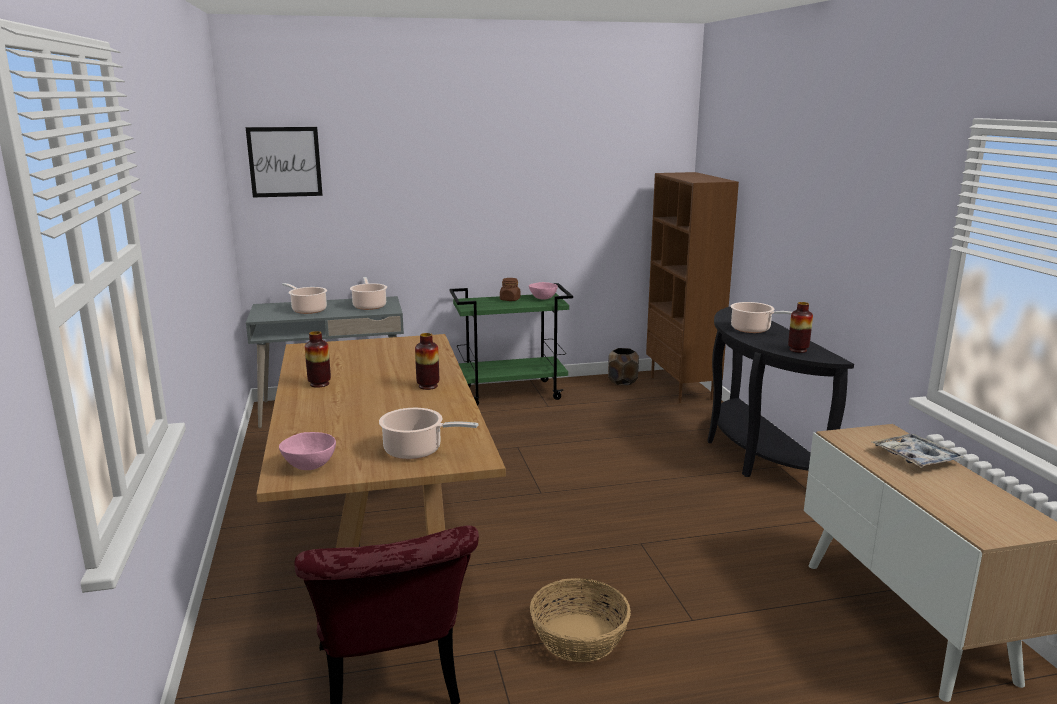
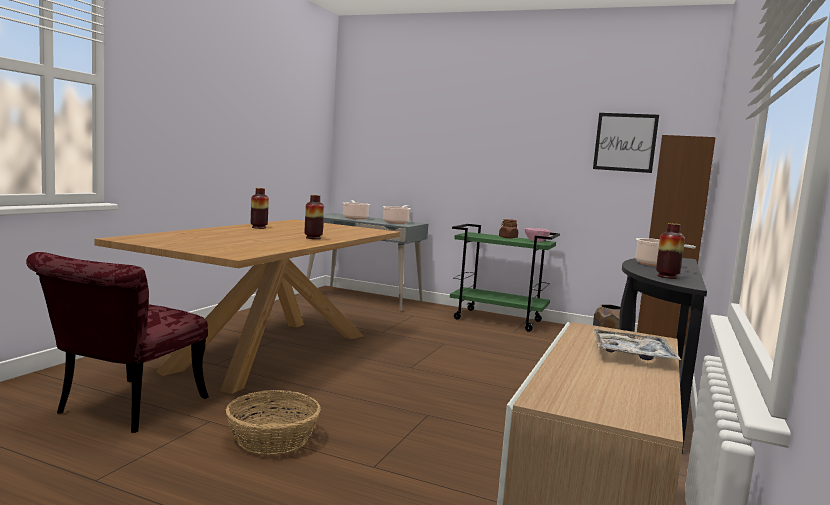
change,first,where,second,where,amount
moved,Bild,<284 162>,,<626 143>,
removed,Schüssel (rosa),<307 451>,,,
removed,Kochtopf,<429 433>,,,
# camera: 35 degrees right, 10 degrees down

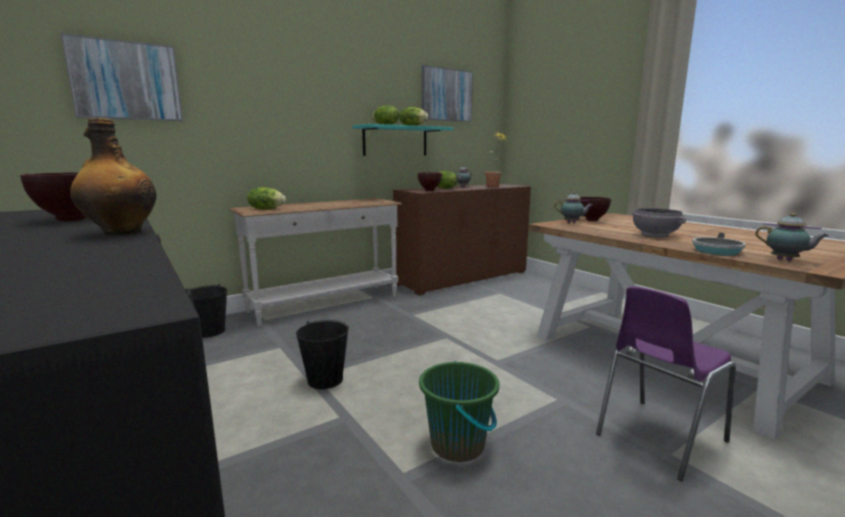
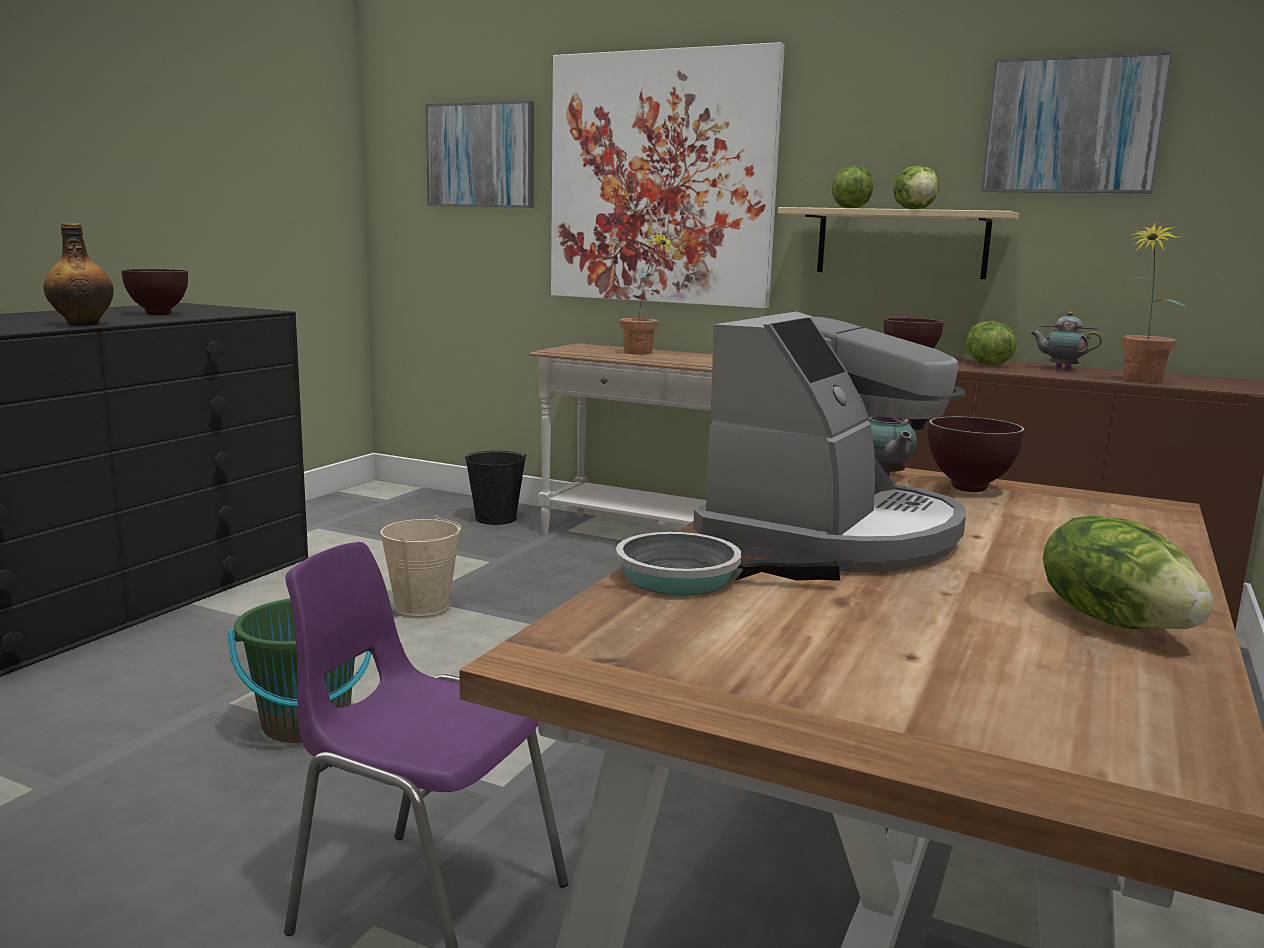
change,first,where,second,where,amount
moved,Salatkopf,<266 198>,,<1128 573>,
recoloured,Eimer (schwarz),<322 354>,Eimer (beige),<420 566>,
recoloured,Wandregal (türkis),<402 140>,Wandregal (beige),<898 243>,
replaced,Schüssel (grau),<659 223>,Kaffeemaschine,<829 441>,
removed,Teekanne,<792 237>,,,
added,,,Bild,<668 175>,
added,,,Topfpflanze,<648 293>,
# camera: 60 degrees right, 0 degrees up

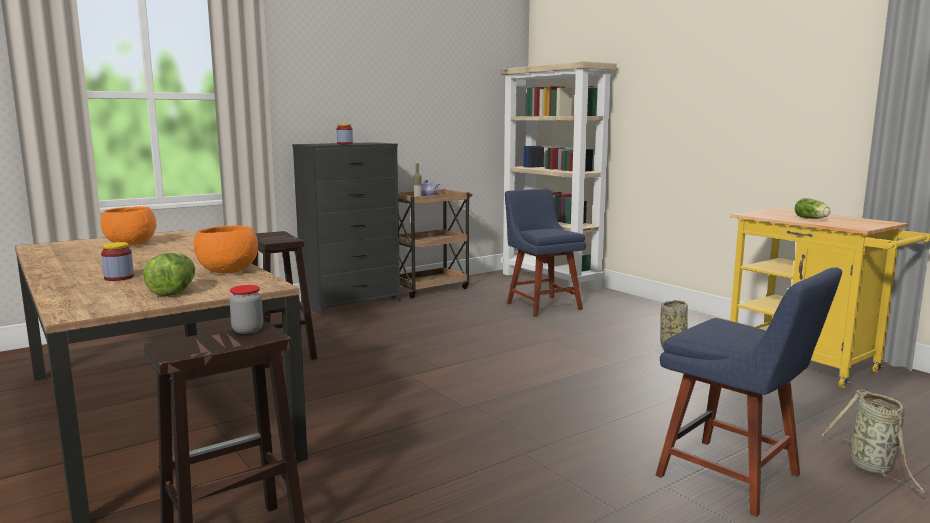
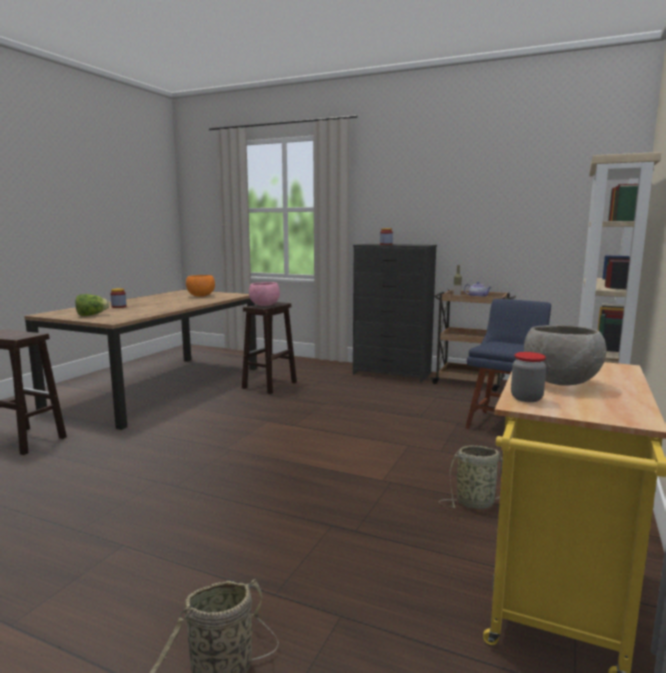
change,first,where,second,where,amount
removed,Schüssel (orange),<226 249>,,,
moved,Vorratsglas,<246 309>,,<528 377>,
removed,Stuhl (blau),<748 392>,,,
replaced,Salatkopf,<812 208>,Schüssel (grau),<565 355>,
added,,,Schüssel (rosa),<264 294>,
# camera: 60 degrees right, 0 degrees up

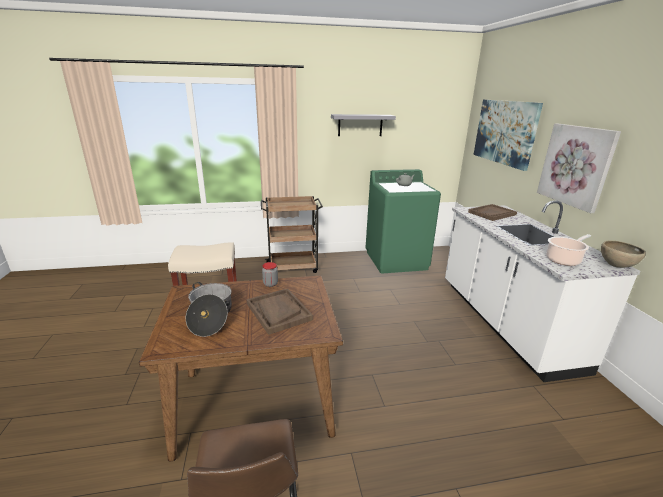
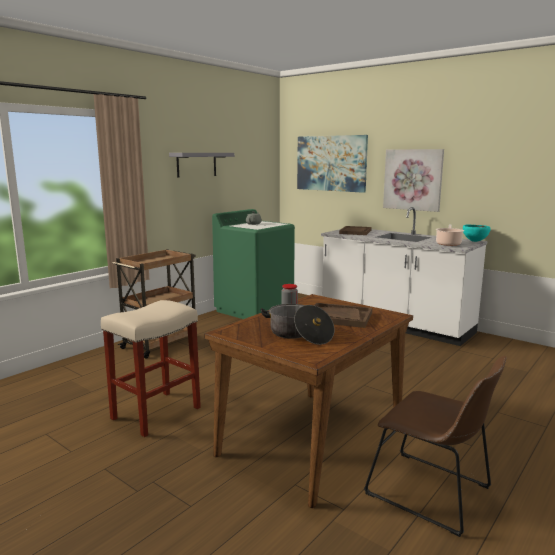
change,first,where,second,where,amount
recoloured,Schüssel (braun),<623 254>,Schüssel (türkis),<477 233>,
# camera: 40 degrees left, 10 degrees down

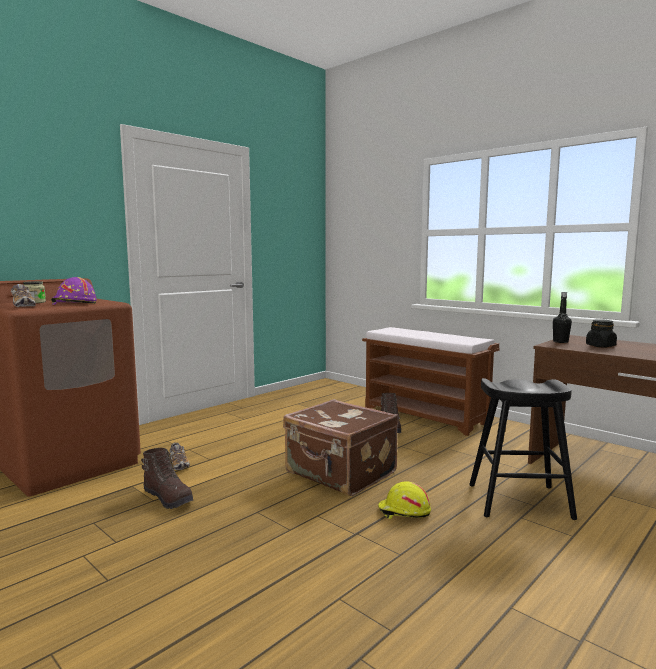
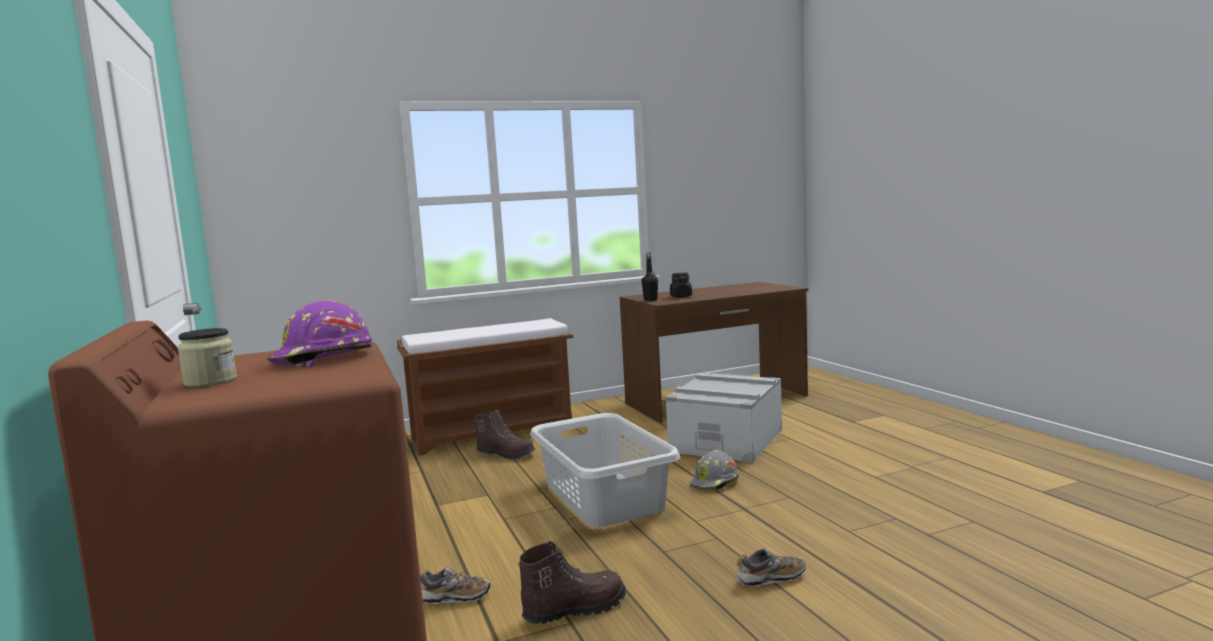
change,first,where,second,where,amount
moved,Schuh,<23 295>,,<771 567>,
replaced,Koffer (braun),<341 447>,Wäschekorb (grau),<605 470>,
recoloured,Schutzhelm (gelb),<404 500>,Schutzhelm (grau),<714 470>,
replaced,Hocker (schwarz),<523 449>,Aufbewahrungsbox (grau),<723 417>,
# camera: 65 degrees left, 0 degrees up

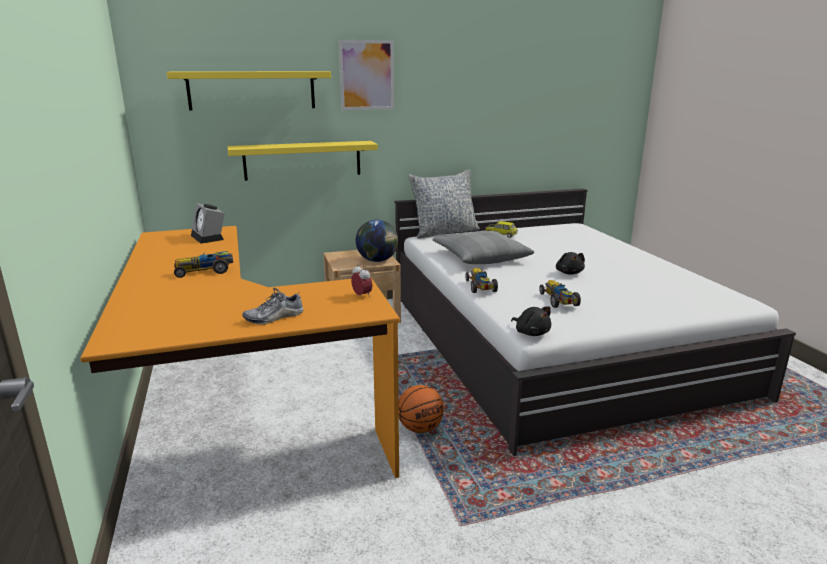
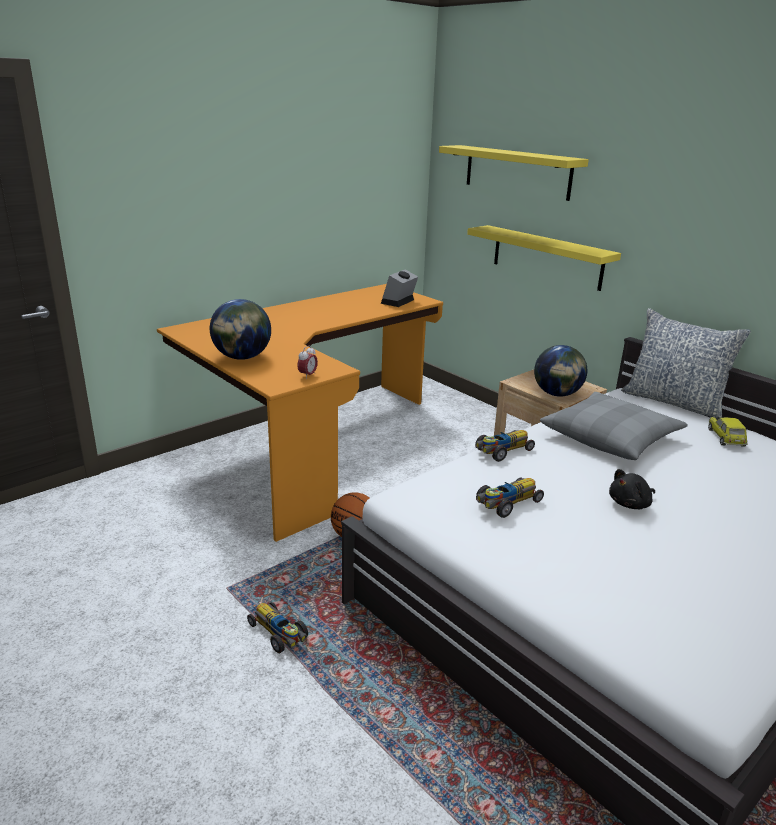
change,first,where,second,where,amount
moved,Spielzeugauto,<203 264>,,<277 627>,
replaced,Schuh,<272 306>,Globus,<240 329>,
removed,Bild,<366 75>,,,
removed,Plüschtier (schwarz),<531 321>,,,
# camera: 65 degrees right, 5 degrees up

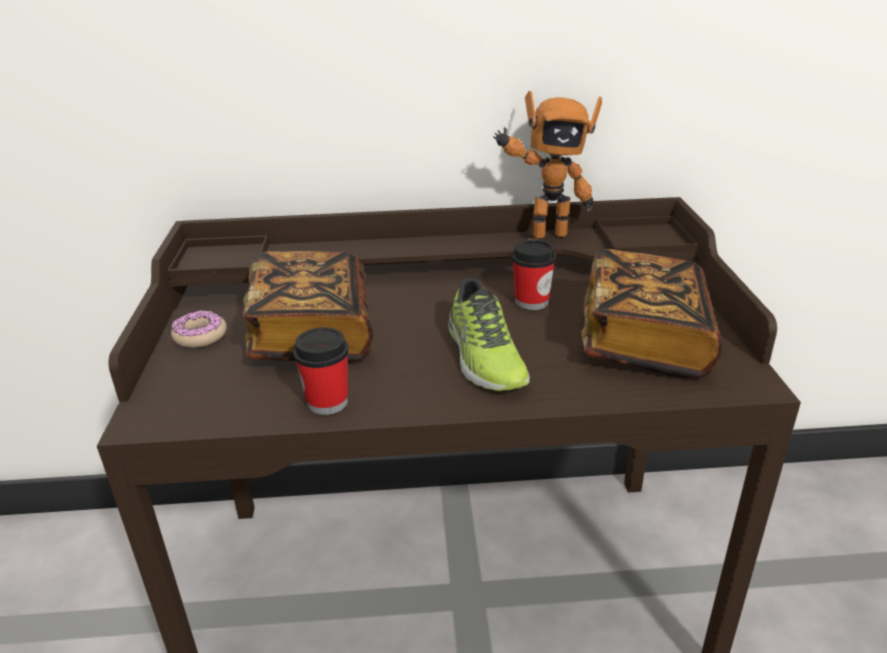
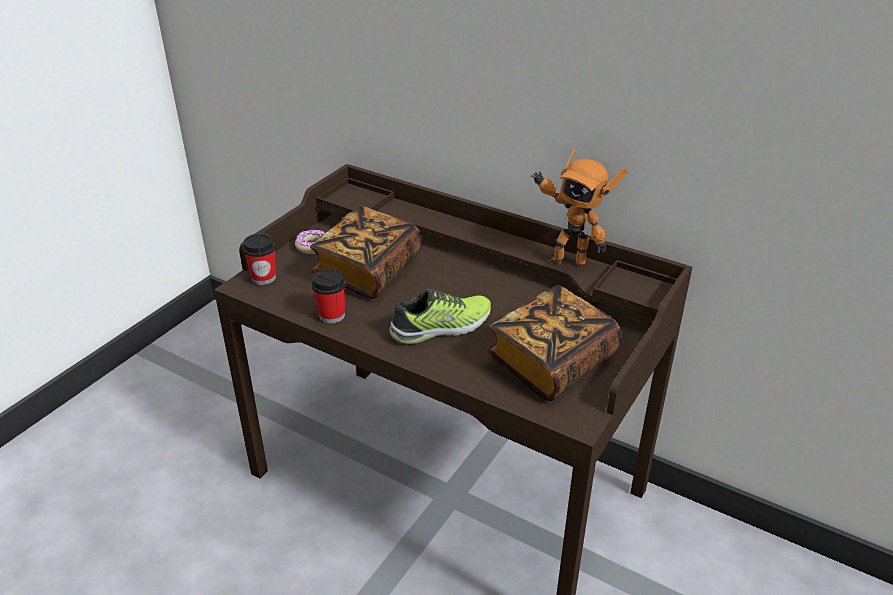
change,first,where,second,where,amount
turned,Schuh,<489 334>,,<440 317>,135 degrees counterclockwise
moved,Tasse,<534 274>,,<259 259>,
# camera: 35 degrees right, 5 degrees up

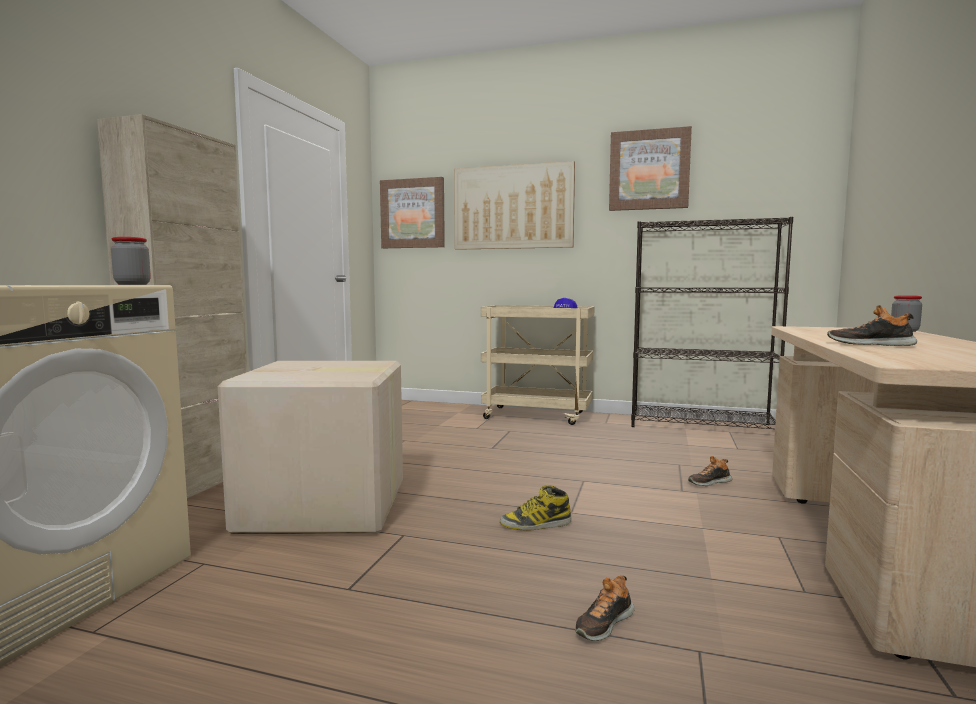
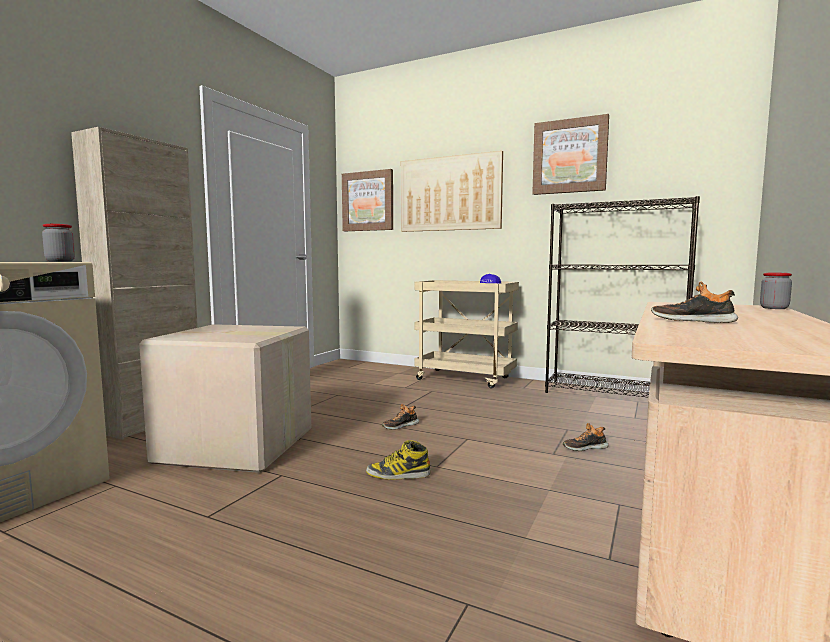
change,first,where,second,where,amount
moved,Schuh,<605 608>,,<400 417>,
# camera: 10 degrees right, 0 degrees up

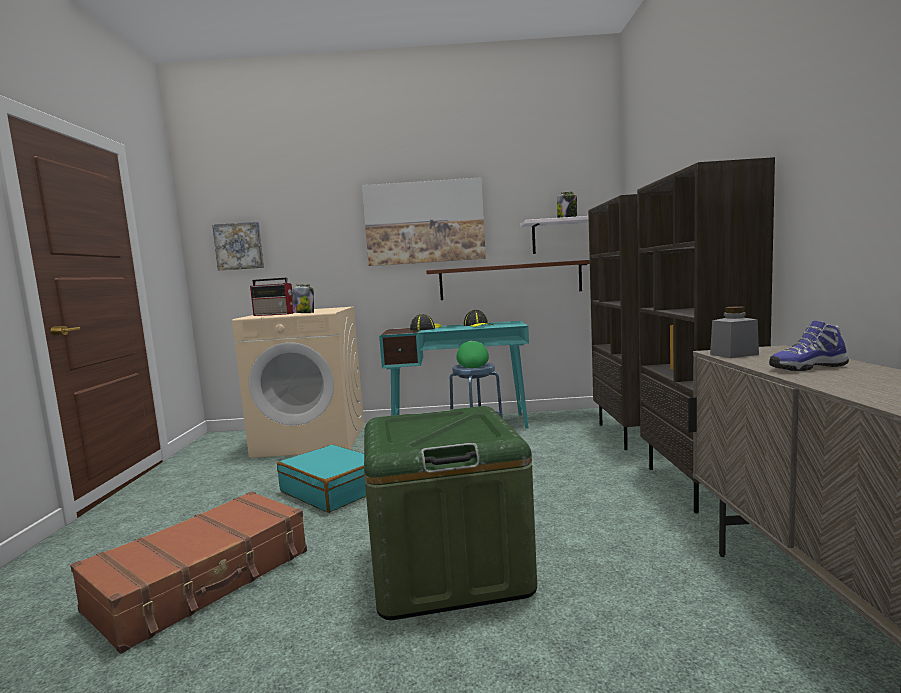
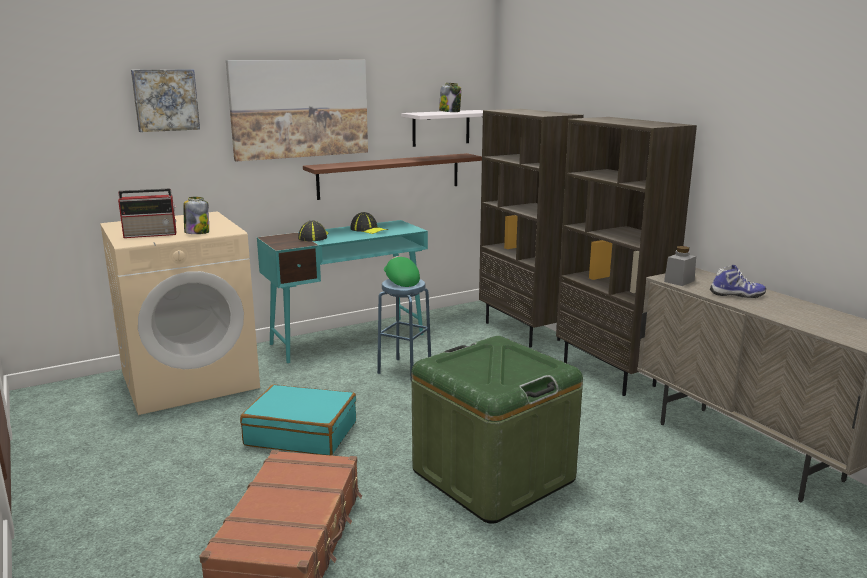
change,first,where,second,where,amount
moved,Bild,<238 246>,,<165 100>,
turned,Schuh,<809 346>,,<738 281>,135 degrees counterclockwise
# camera: 30 degrees left, 10 degrees up

